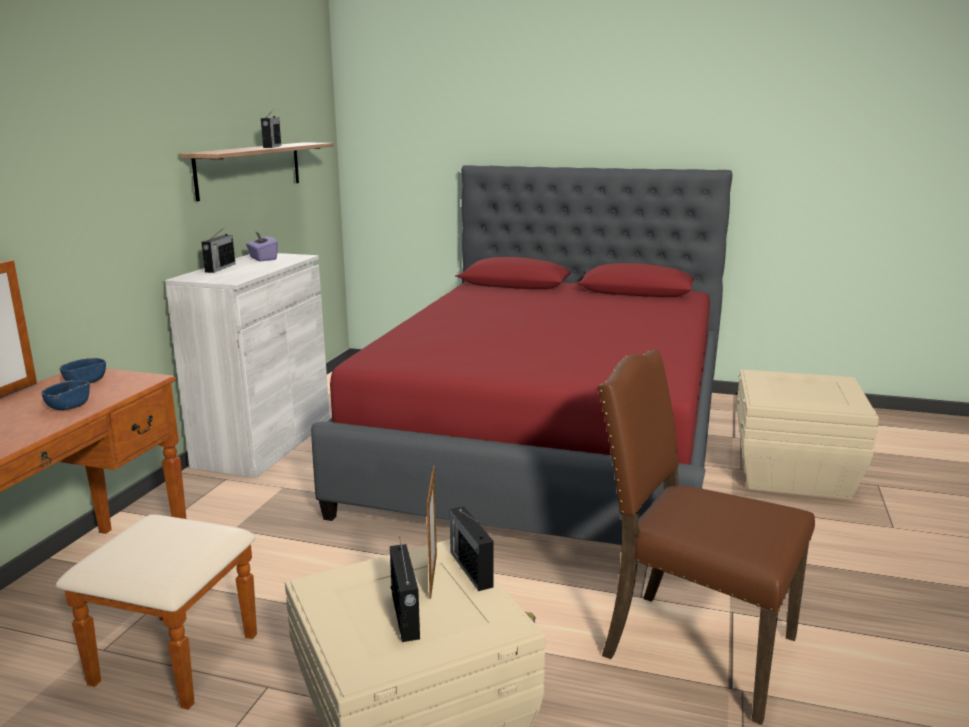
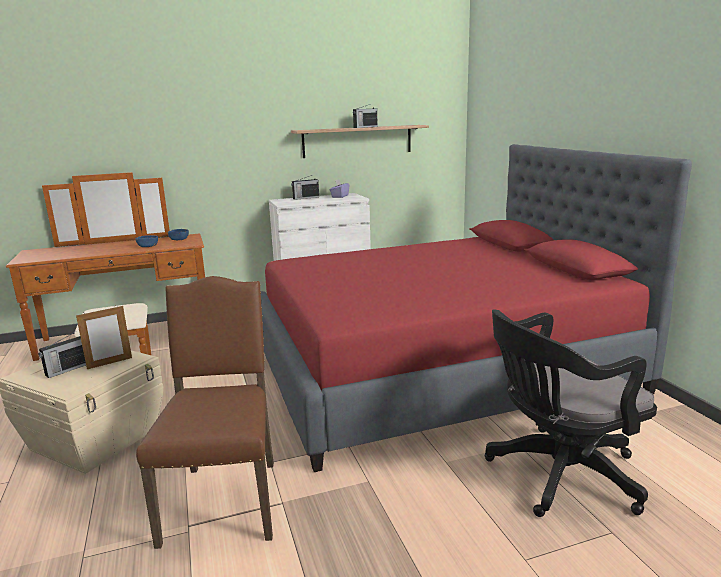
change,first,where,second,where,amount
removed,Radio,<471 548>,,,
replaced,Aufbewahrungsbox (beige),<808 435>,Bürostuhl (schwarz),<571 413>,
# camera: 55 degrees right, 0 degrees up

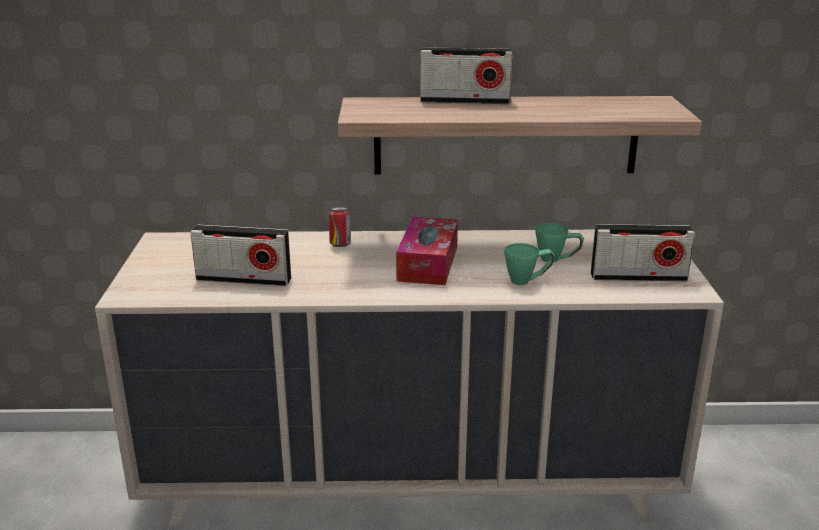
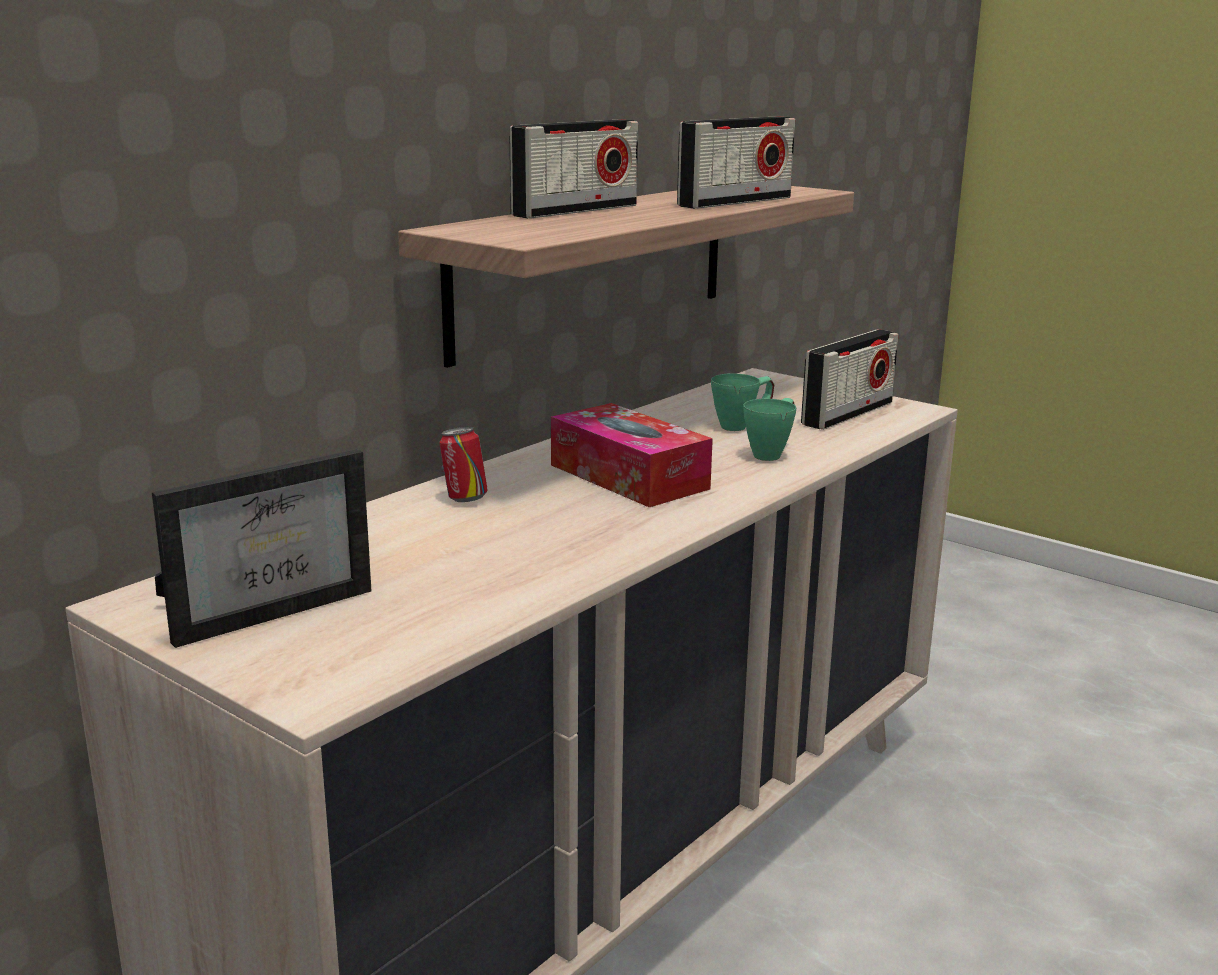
change,first,where,second,where,amount
moved,Radio,<240 255>,,<736 162>,
added,,,Bilderrahmen,<262 548>,
# camera: 50 degrees left, 5 degrees down

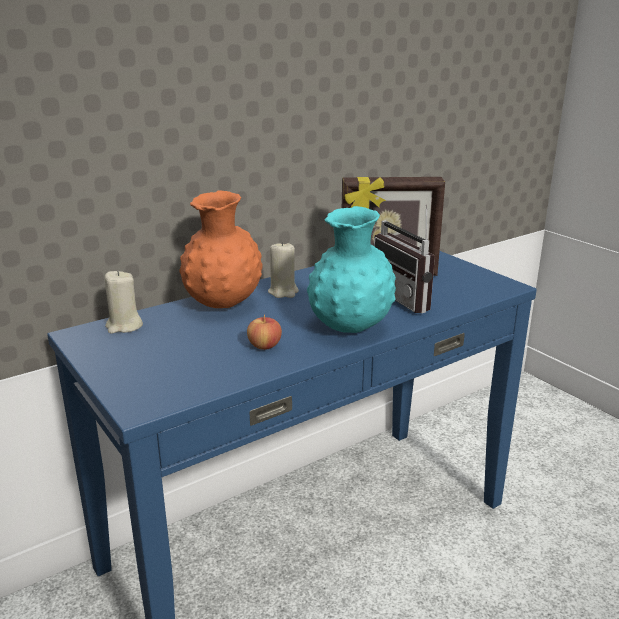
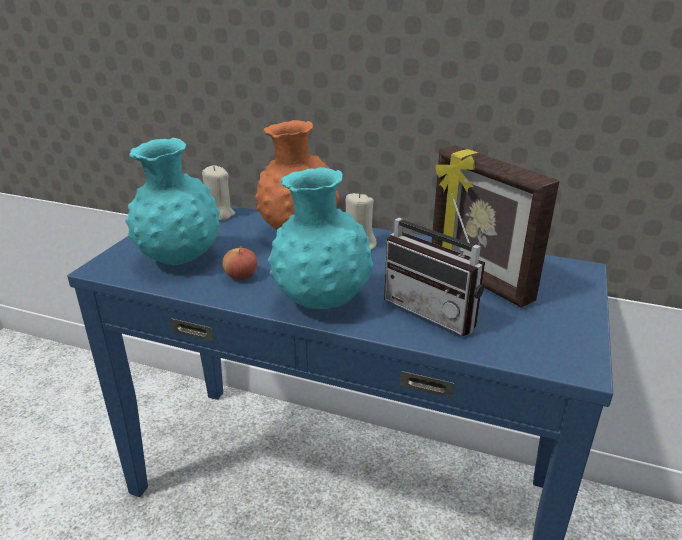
change,first,where,second,where,amount
turned,Radio,<404 258>,,<434 264>,75 degrees counterclockwise
added,,,Vase (türkis),<172 201>,
# camera: 55 degrees right, 5 degrees up

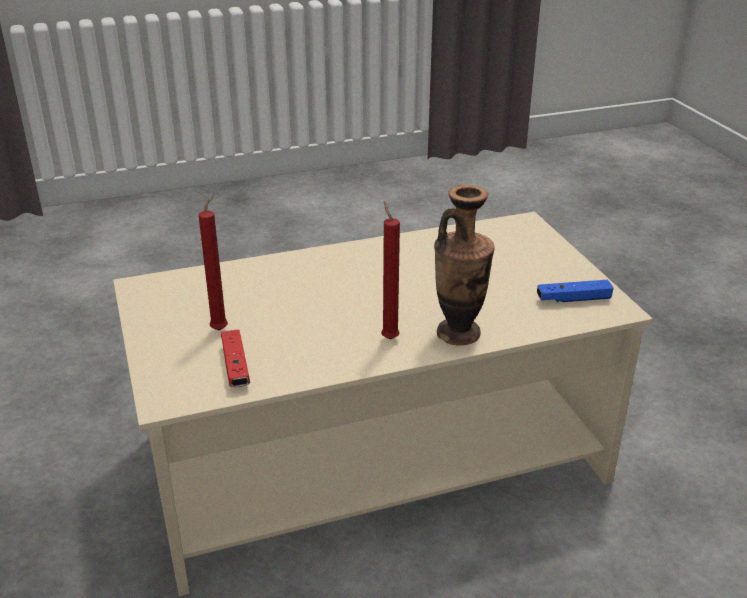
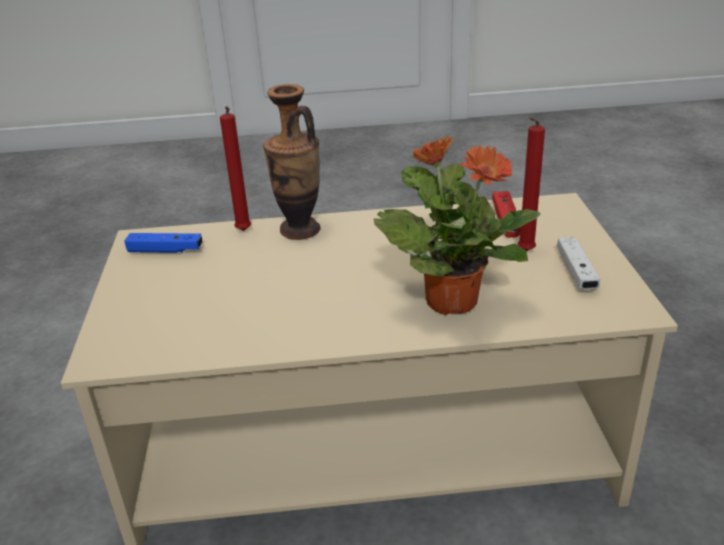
change,first,where,second,where,amount
moved,Kerze (rot),<390 270>,,<235 168>,
added,,,Topfpflanze,<456 225>,
added,,,Gamepad (weiß),<578 263>,
# camera: 165 degrees left, 0 degrees up

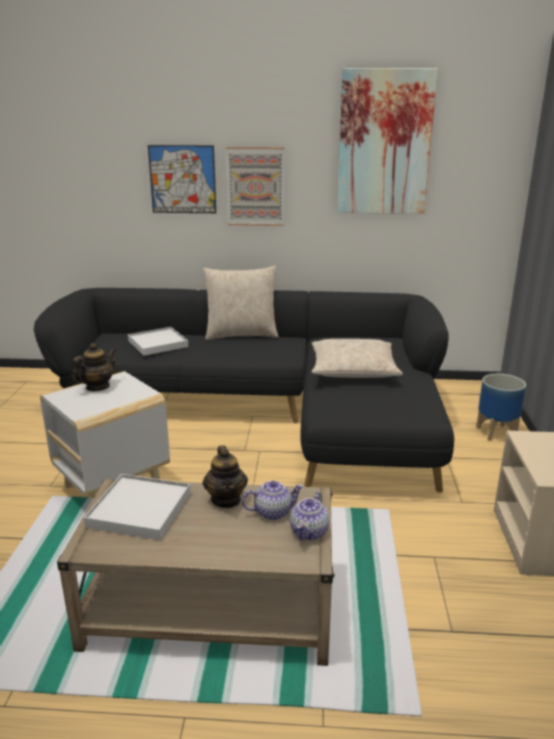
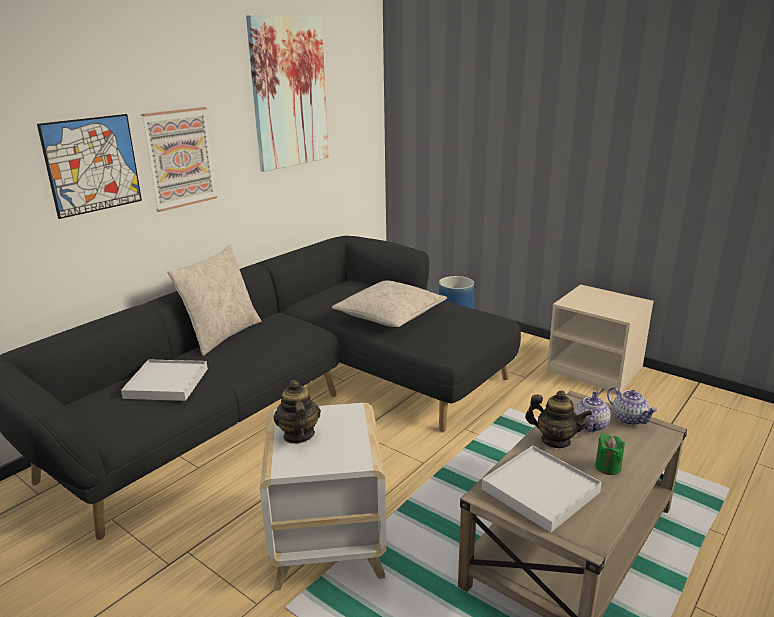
change,first,where,second,where,amount
added,,,Kerze (grün),<610 454>,
# camera: 55 degrees left, 0 degrees up

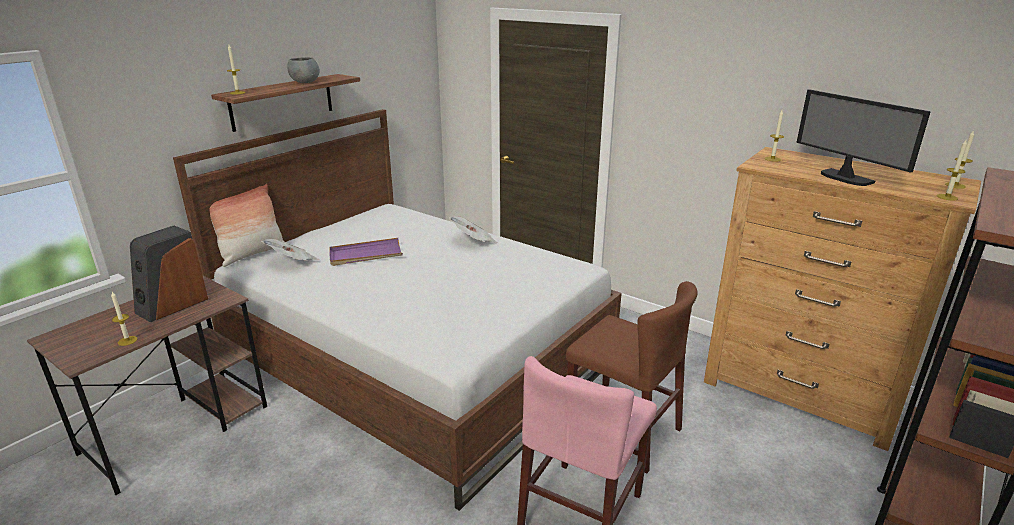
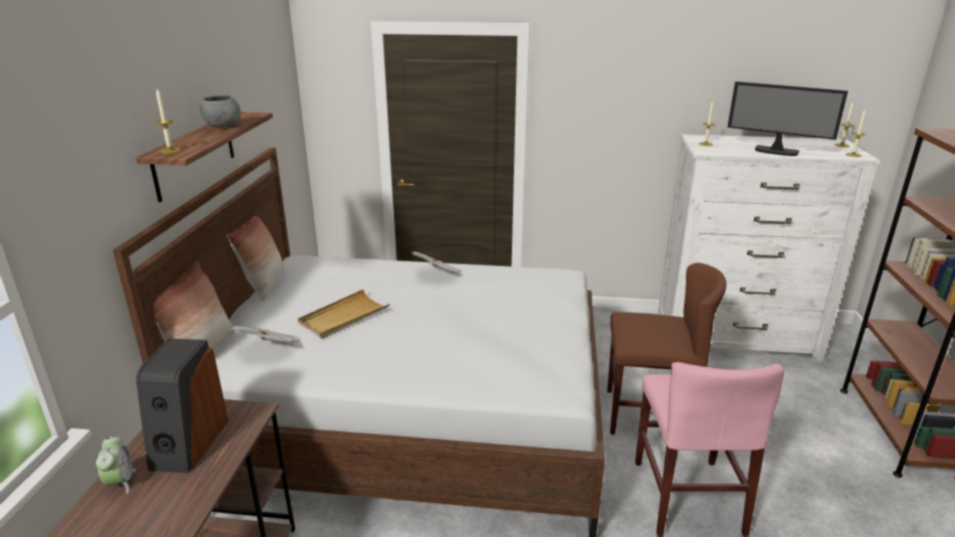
change,first,where,second,where,amount
removed,Kerze,<124 319>,,,
recoloured,Tablett (lila),<366 252>,Tablett (beige),<344 314>,
recoloured,Kommode (braun),<842 299>,Kommode (weiß),<769 248>,
added,,,Wecker,<116 465>,
added,,,Kissen,<255 258>,
# camera: 30 degrees left, 0 degrees up

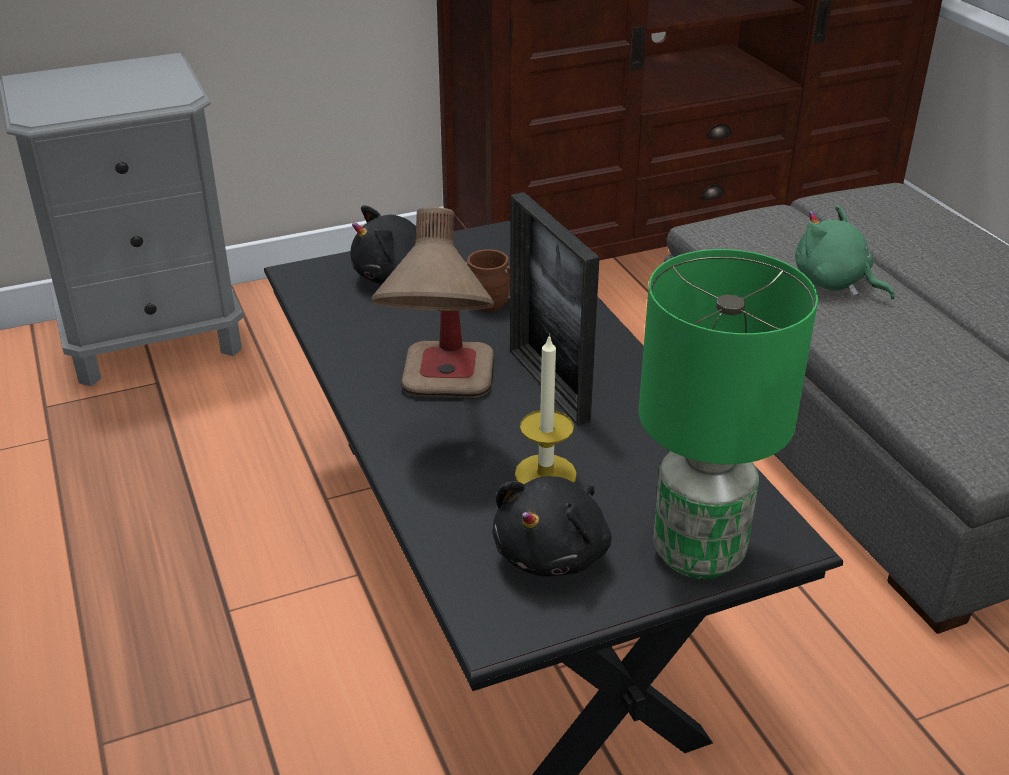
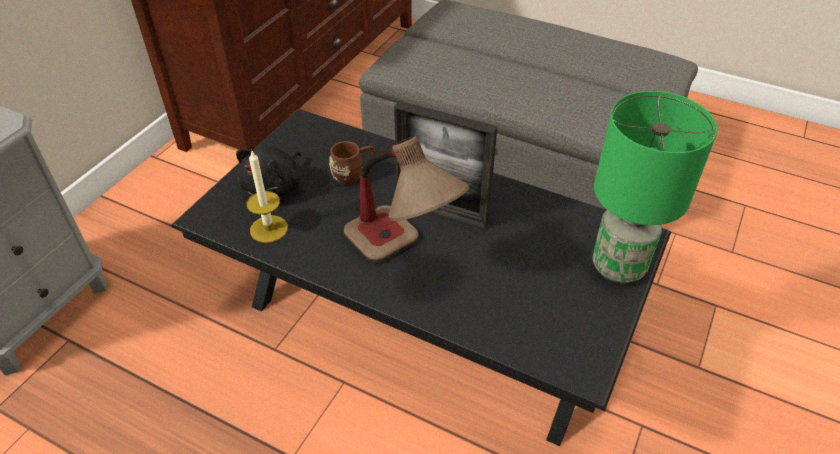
change,first,where,second,where,amount
removed,Plüschtier (schwarz),<551 526>,,,
moved,Kerze,<546 409>,,<267 196>,
removed,Plüschtier (grün),<845 252>,,,
# camera: 40 degrees left, 10 degrees up

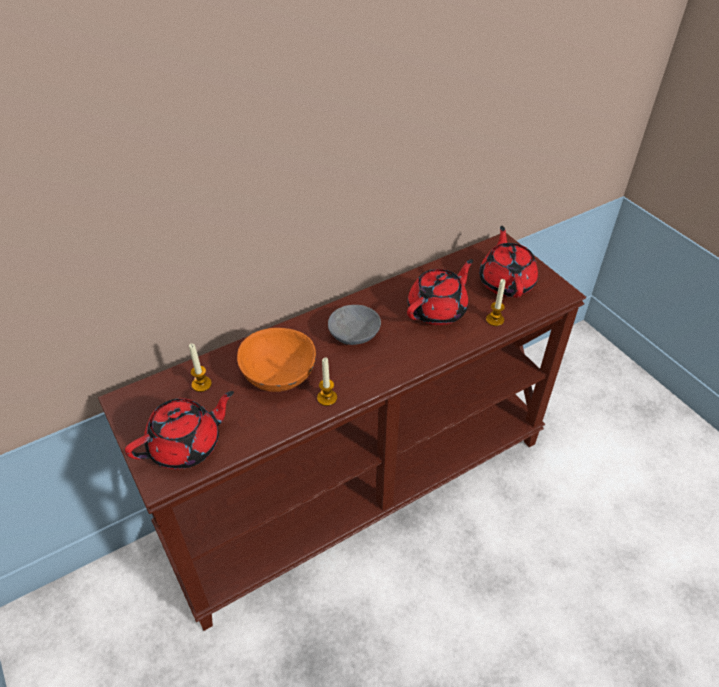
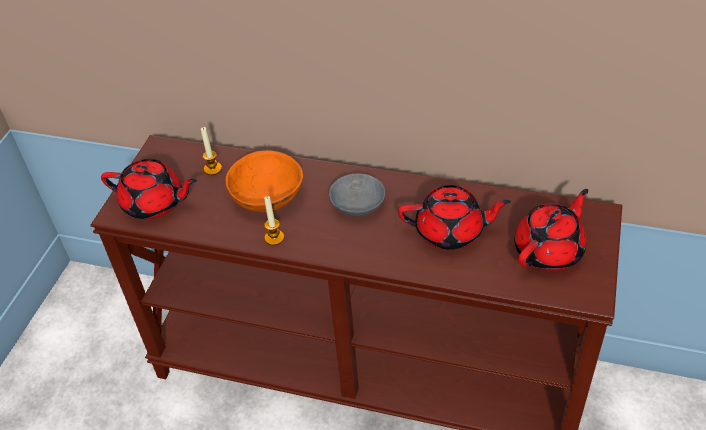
change,first,where,second,where,amount
removed,Kerze,<496 302>,,,
# camera: 50 degrees right, 0 degrees up

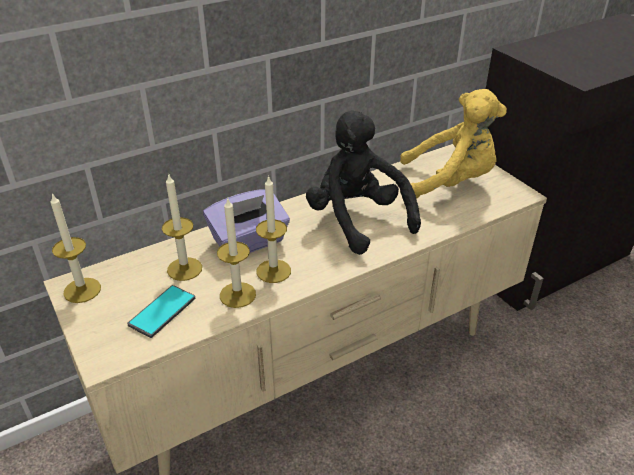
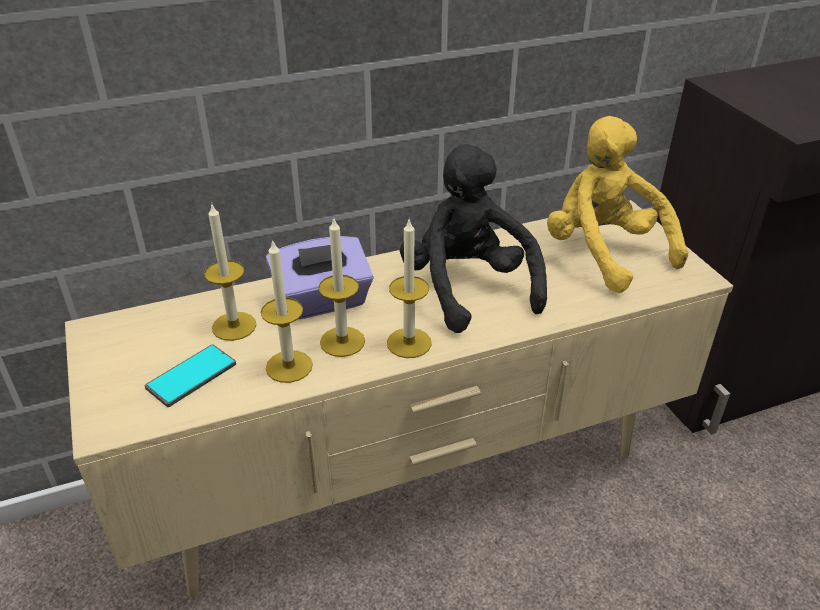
change,first,where,second,where,amount
moved,Kerze,<75 248>,,<409 288>,
turned,Plüschtier (gelb),<453 144>,,<617 204>,135 degrees counterclockwise
# camera: 10 degrees right, 0 degrees up

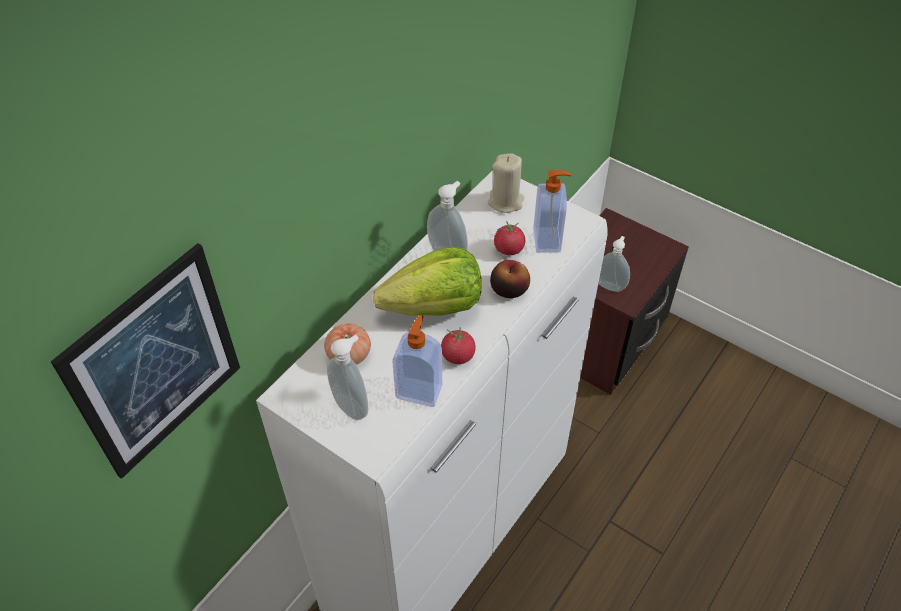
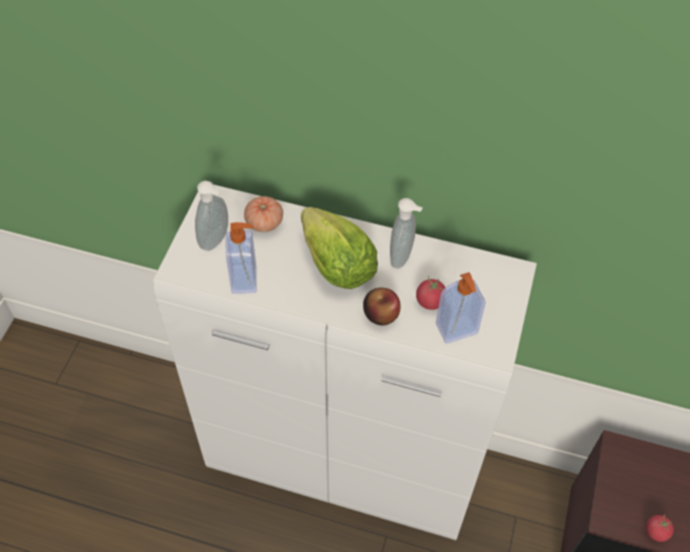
change,first,where,second,where,amount
removed,Bild,<145 361>,,,
moved,Tomate,<458 345>,,<660 528>,
removed,Kerze (beige),<506 183>,,,
removed,Seifenspender,<614 264>,,,
# camera: 70 degrees right, 5 degrees up

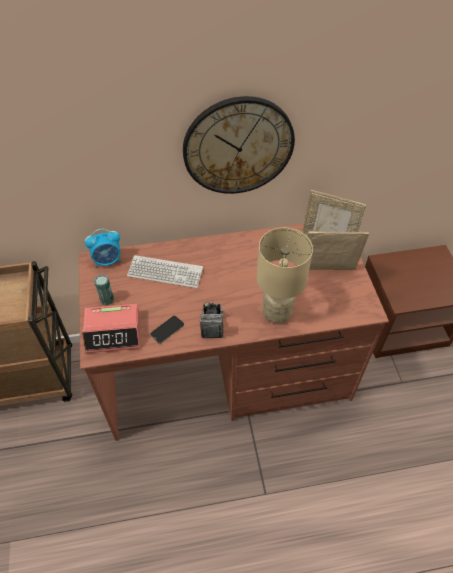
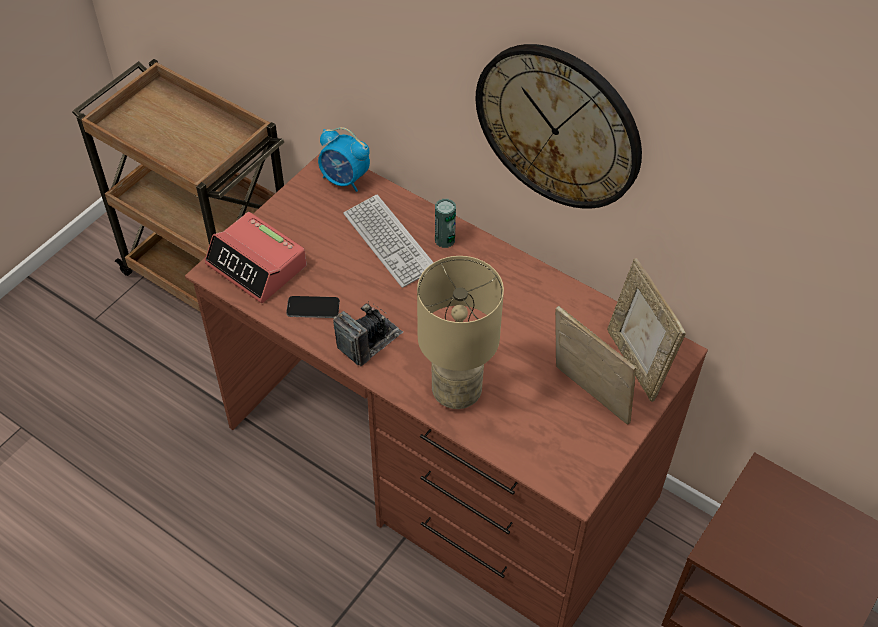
change,first,where,second,where,amount
moved,Dose,<104 290>,,<445 223>,
# camera: 45 degrees right, 0 degrees up

